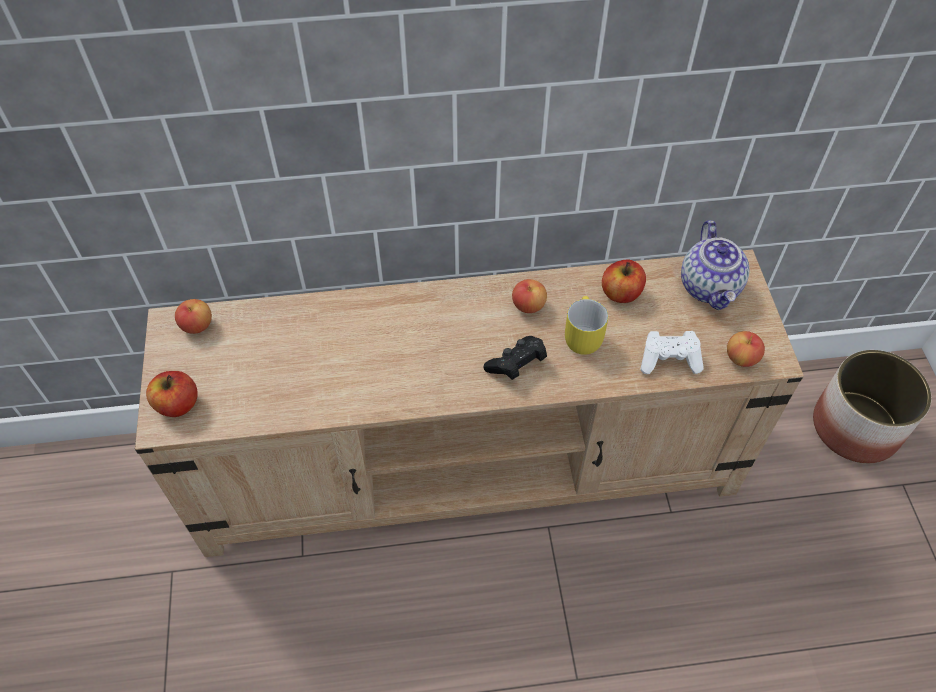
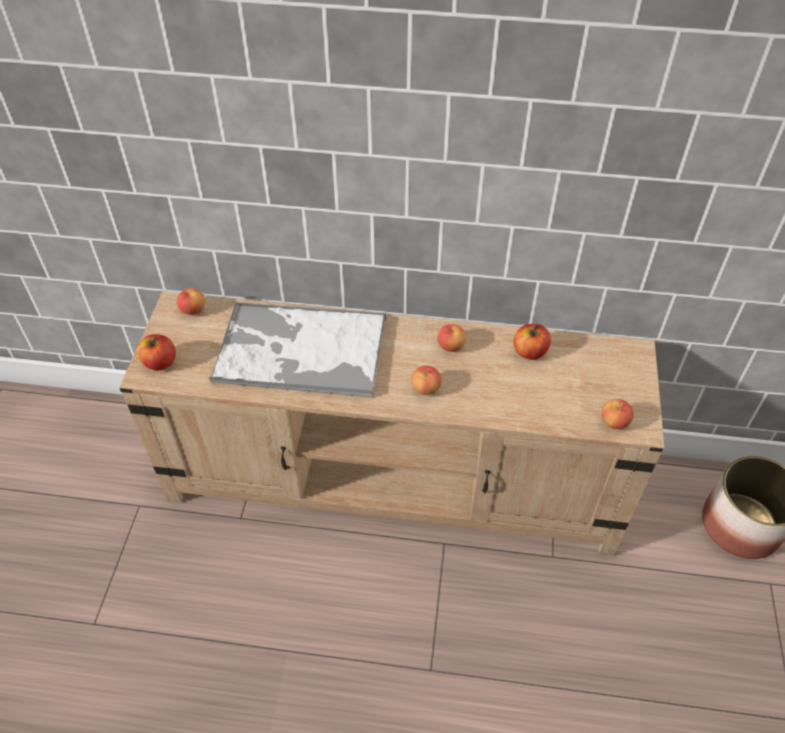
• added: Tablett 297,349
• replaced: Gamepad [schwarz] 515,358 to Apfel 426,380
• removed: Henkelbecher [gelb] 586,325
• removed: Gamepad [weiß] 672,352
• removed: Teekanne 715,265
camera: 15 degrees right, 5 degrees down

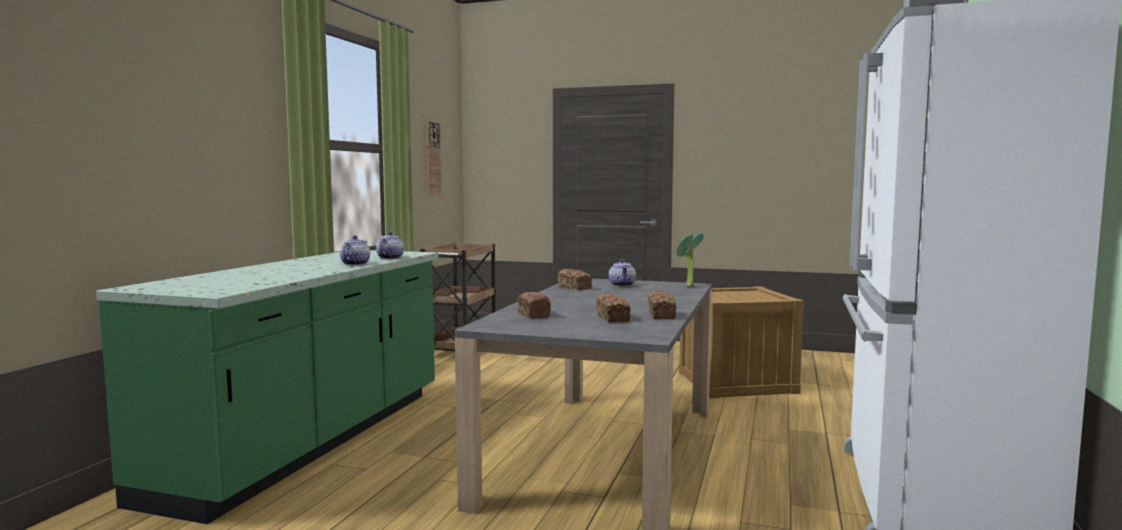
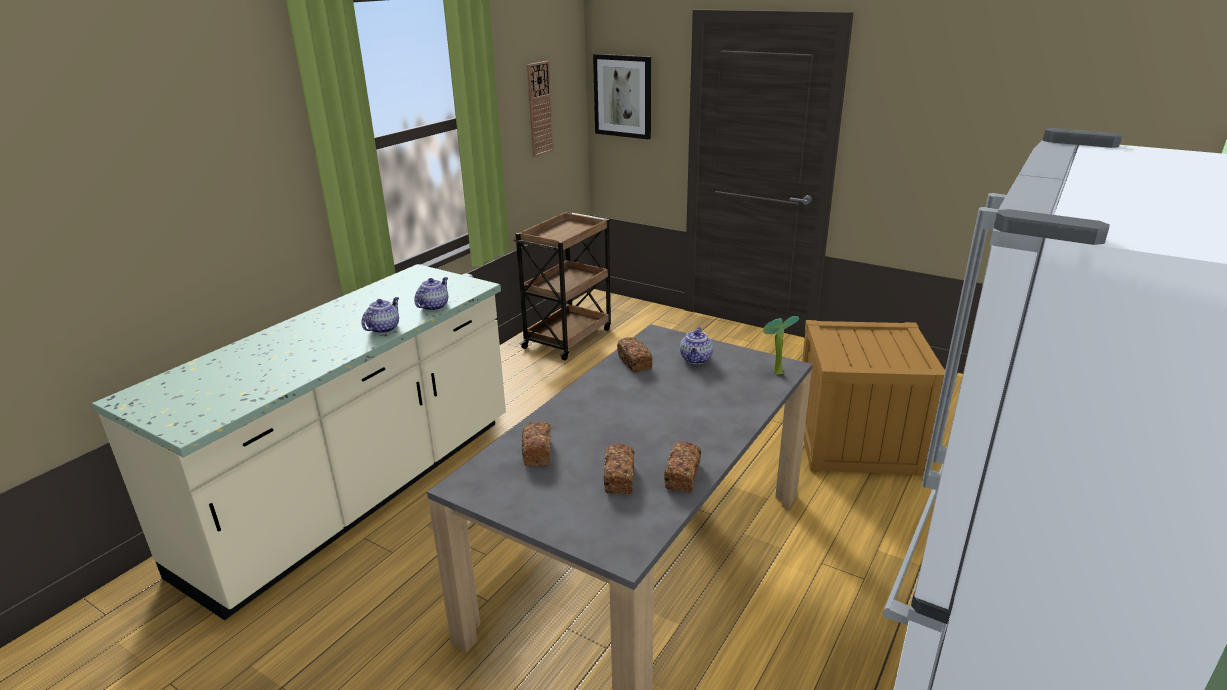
• recoloured: Küchenzeile [grün] 267,387 to Küchenzeile [beige] 299,442
• added: Bild 622,97
camera: 15 degrees right, 20 degrees up

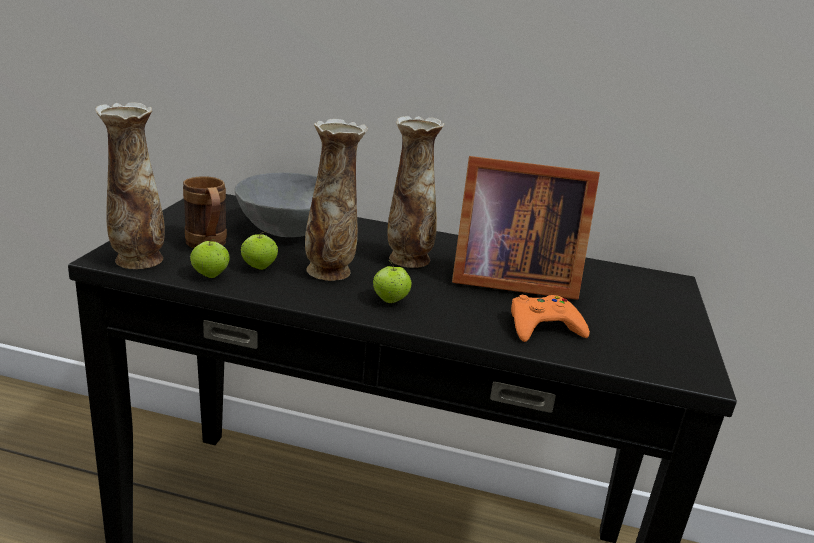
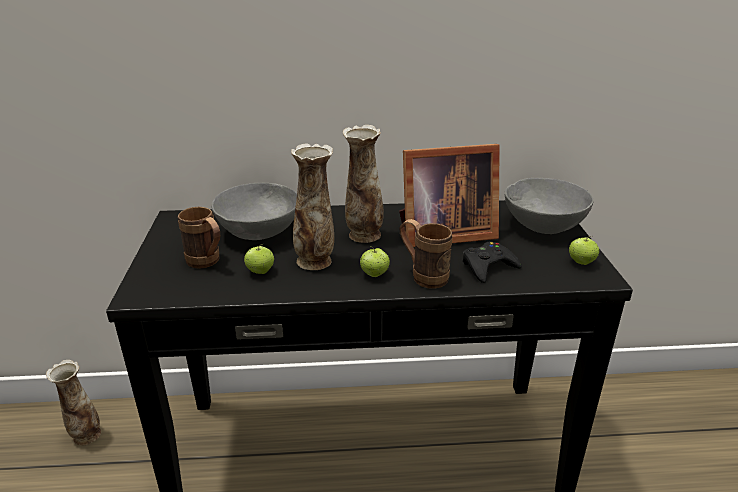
• moved: Vase 130,185 to 73,403
• added: Henkelbecher [braun] 426,254
• recoloured: Gamepad [orange] 550,318 to Gamepad [schwarz] 492,262
• added: Schüssel [grau] 549,206
• moved: Apfel 210,258 to 584,250
camera: 15 degrees left, 5 degrees up

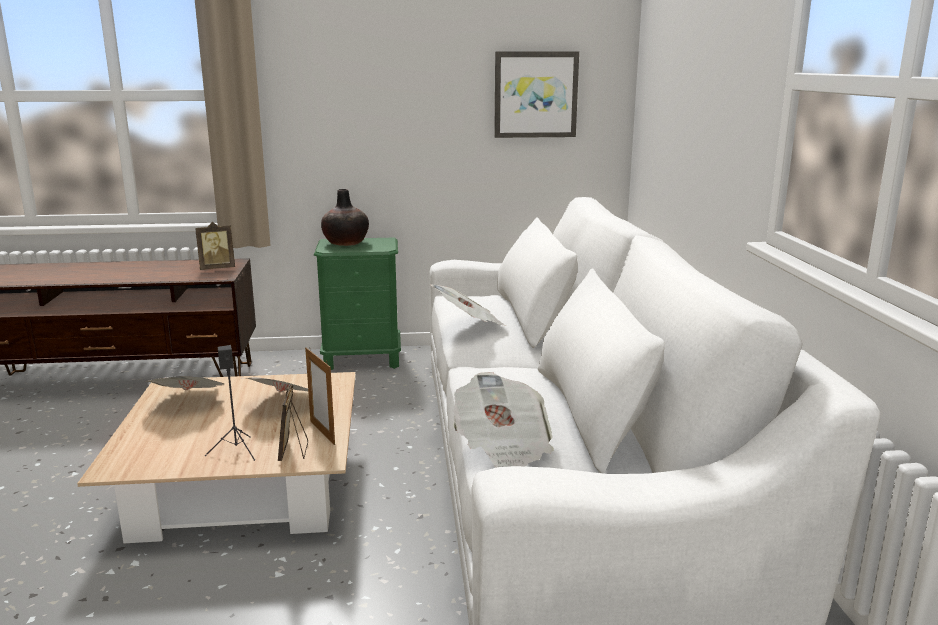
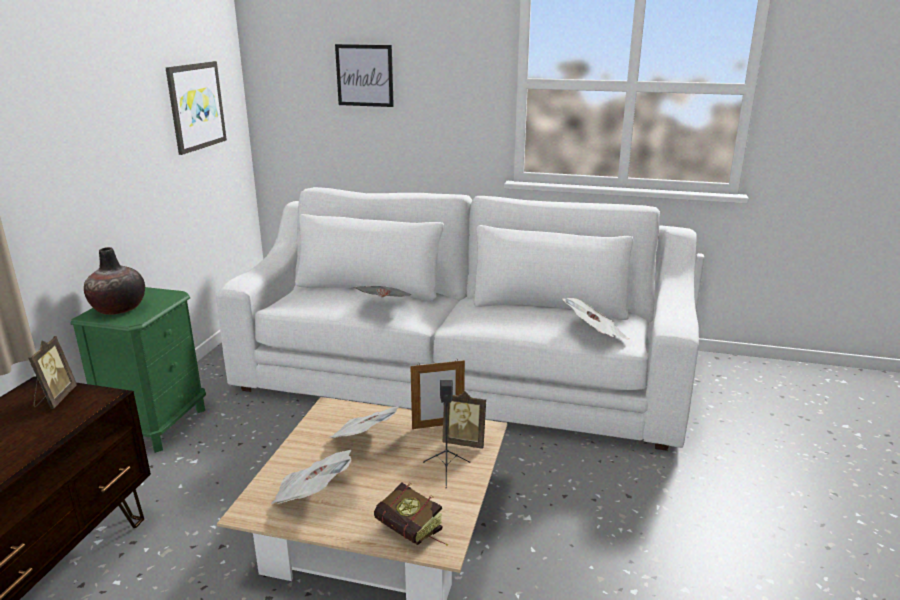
• added: Bild 364,75
• added: Buch 411,514
camera: 70 degrees left, 5 degrees up

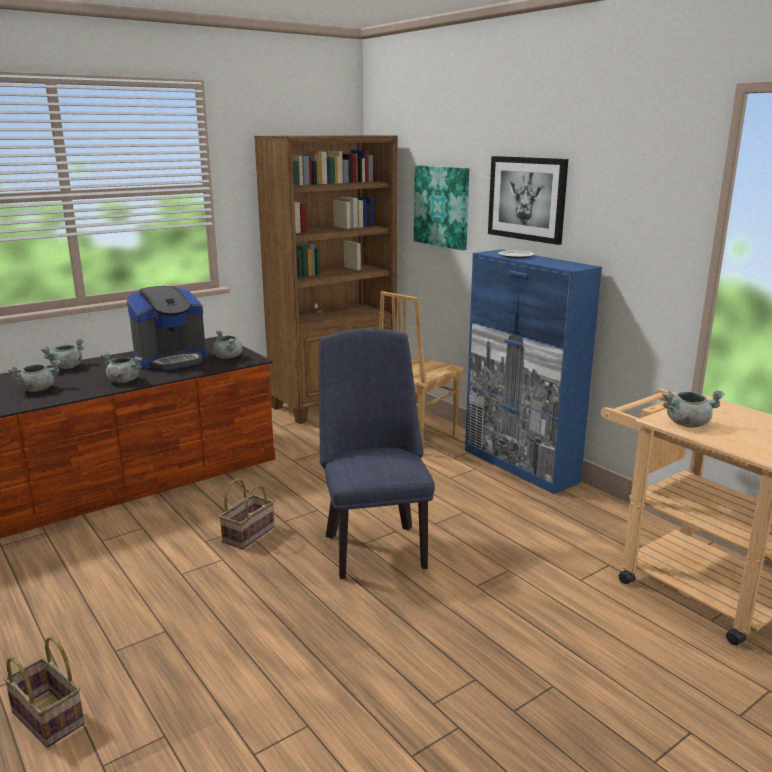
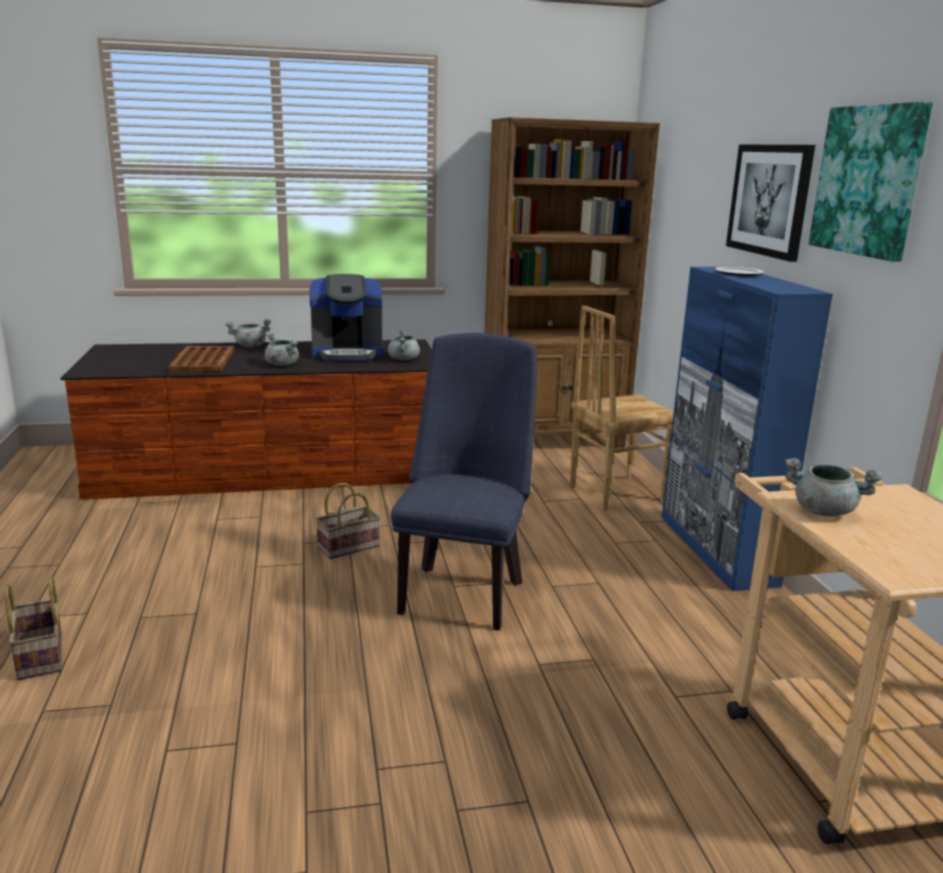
• replaced: Kochtopf [grau] 34,376 to Tablett [braun] 201,359
• moved: Bild 441,207 to 871,182
camera: 25 degrees right, 0 degrees up

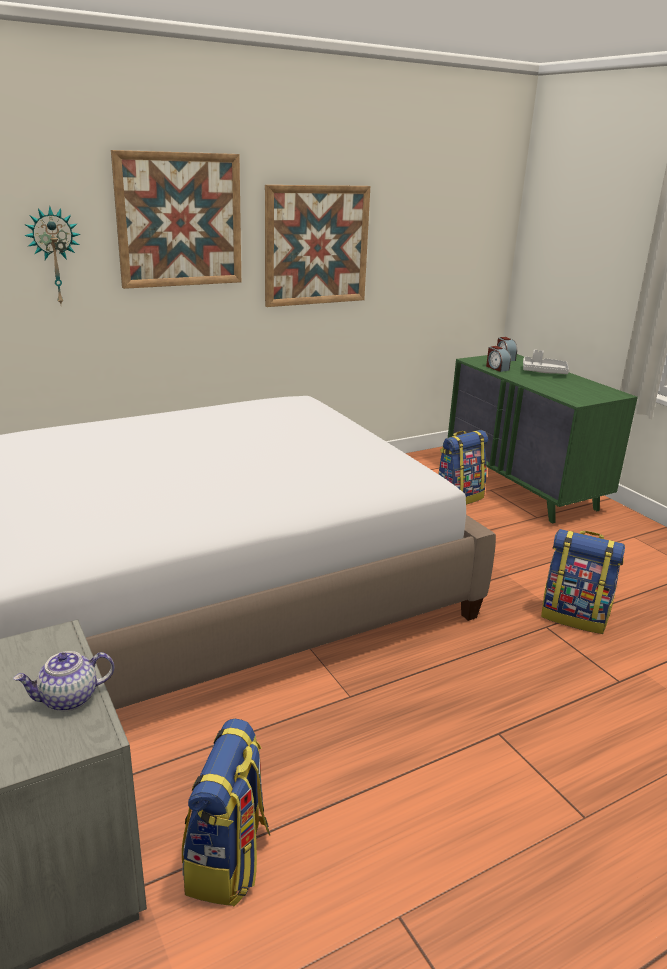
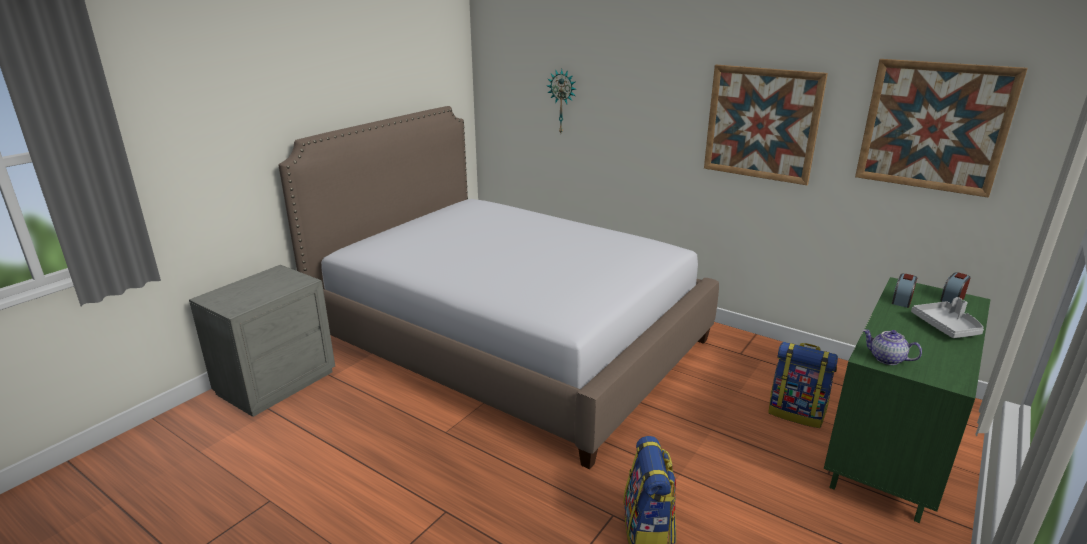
• moved: Bild 176,219 to 941,128
• moved: Teekanne 63,681 to 892,347
• removed: Rucksack 226,812
camera: 65 degrees right, 0 degrees up

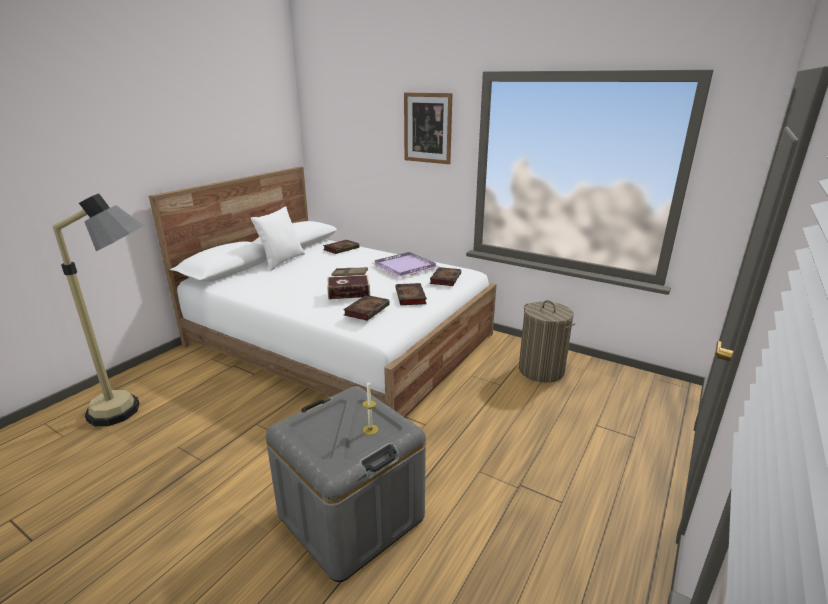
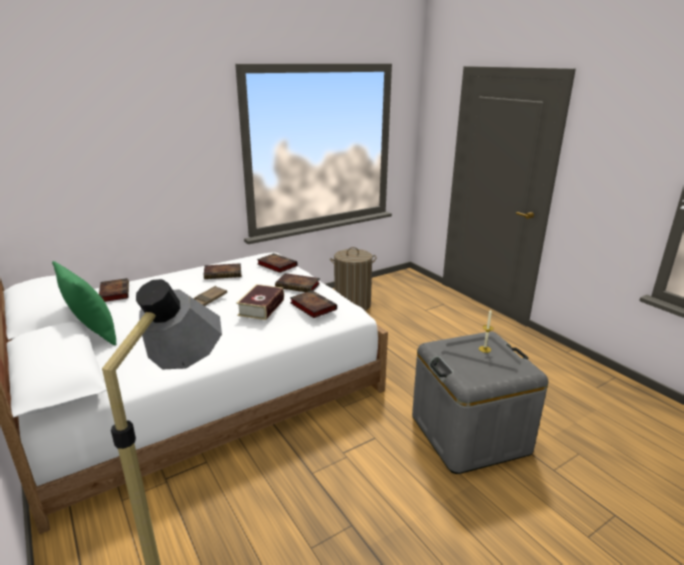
• recoloured: Kissen [weiß] 278,238 to Kissen [grün] 84,303
• replaced: Tablett [lila] 405,265 to Buch 223,271
• removed: Bild 428,128
camera: 65 degrees left, 0 degrees up

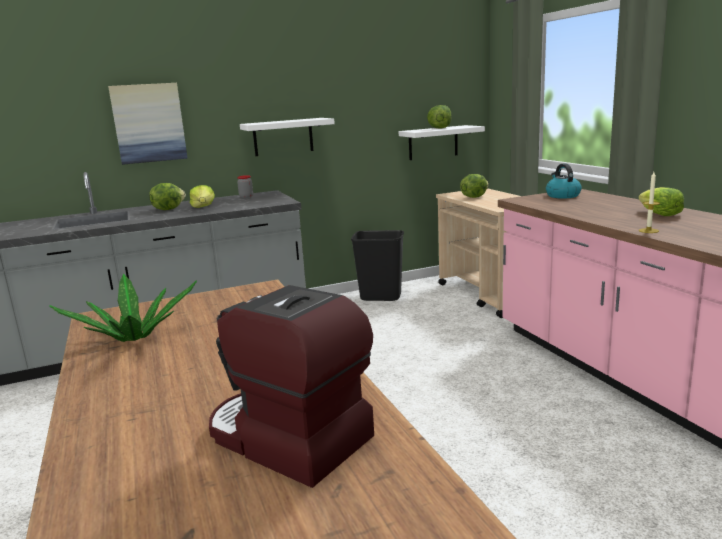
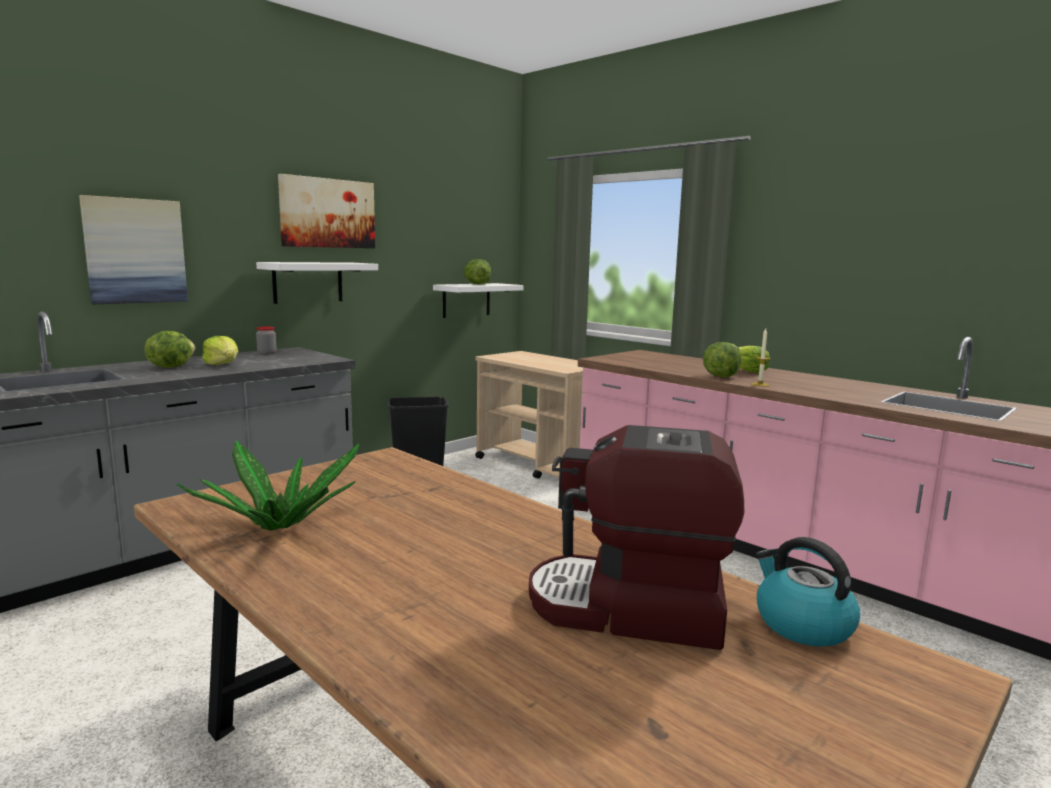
• added: Bild 326,211
• moved: Salatkopf 474,186 to 722,359
• moved: Wasserkessel 564,181 to 808,592
camera: 25 degrees left, 5 degrees down

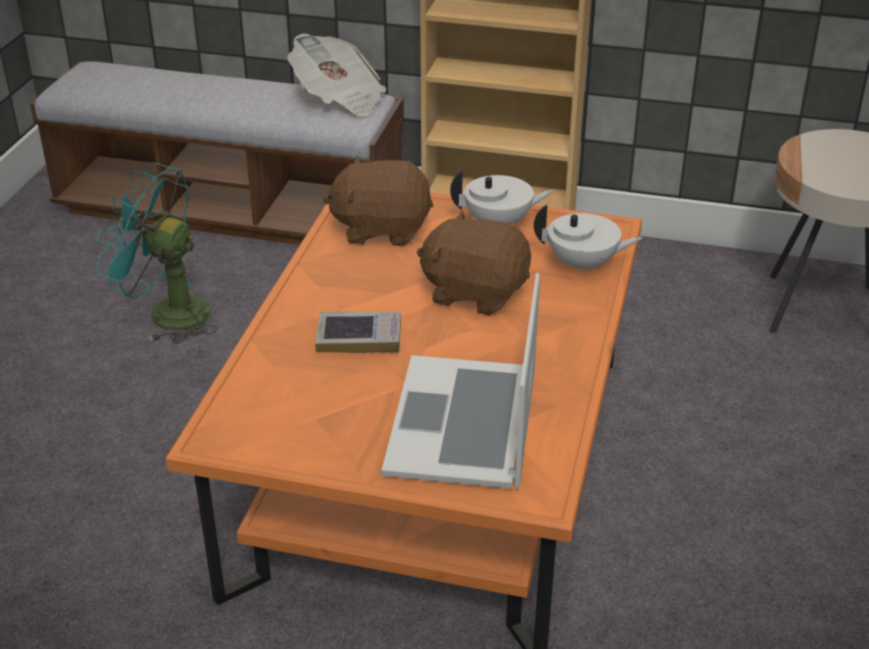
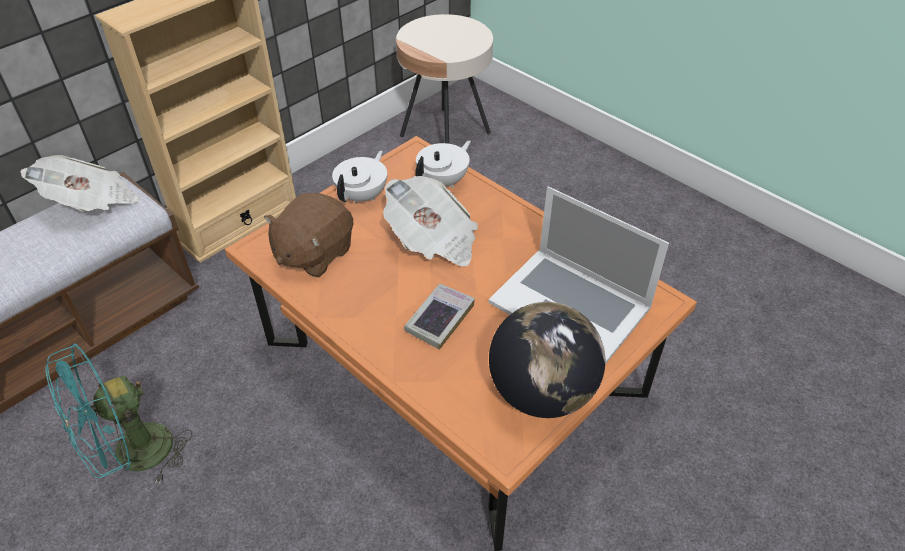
• replaced: Plüschtier [braun] 474,262 to Zeitung 430,221
• added: Globus 547,360
camera: 60 degrees left, 10 degrees up

